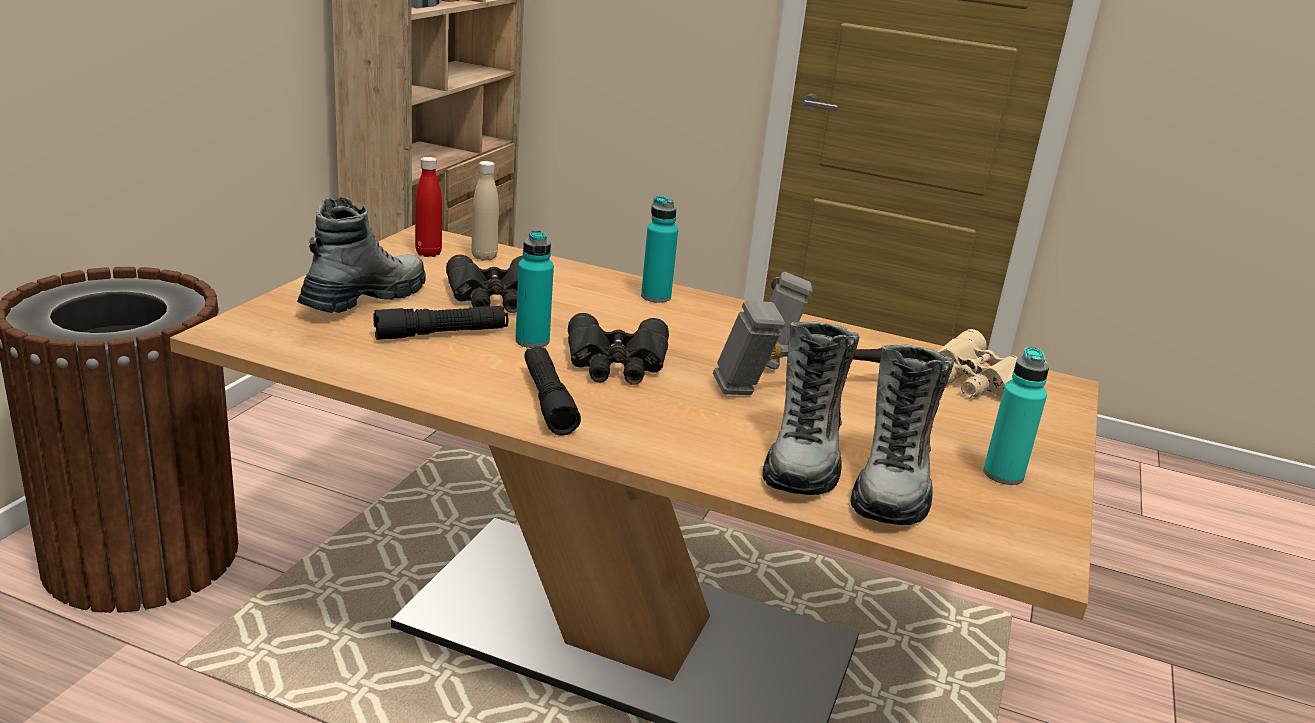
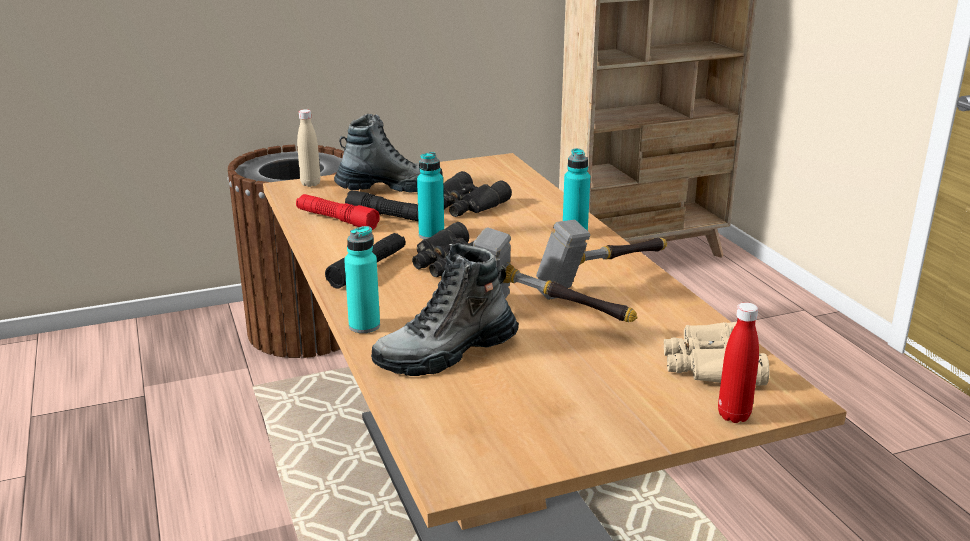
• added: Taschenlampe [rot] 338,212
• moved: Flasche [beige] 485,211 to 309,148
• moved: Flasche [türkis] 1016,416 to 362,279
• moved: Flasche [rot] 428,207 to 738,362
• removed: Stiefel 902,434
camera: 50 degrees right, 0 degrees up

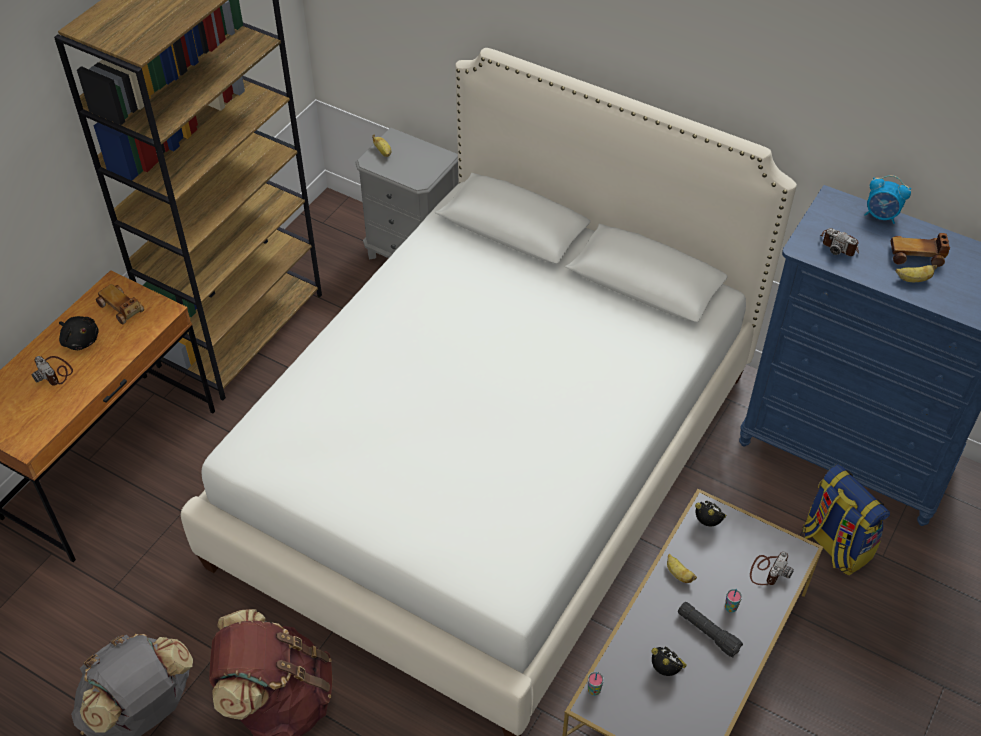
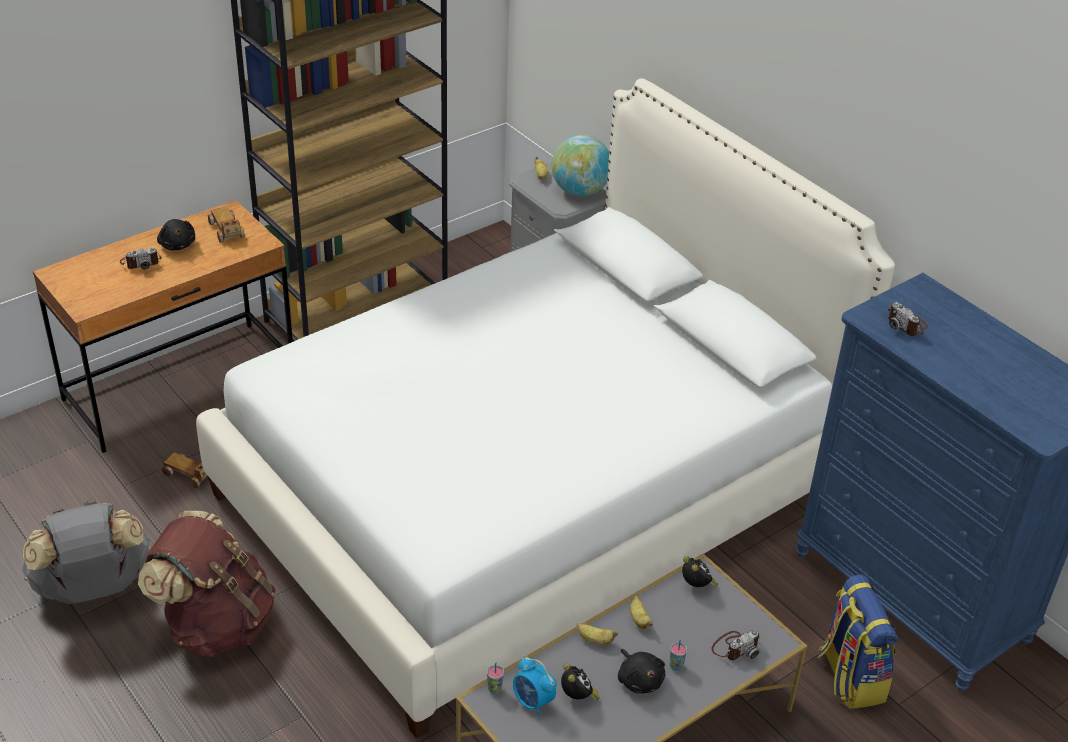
• turned: Kamera 52,371 = 140,258 90 degrees counterclockwise
• moved: Spielzeugauto 920,250 to 184,470
• moved: Wecker 887,199 to 535,686
• added: Globus 580,165
• moved: Banane 916,273 to 597,634
• replaced: Taschenlampe [schwarz] 710,629 to Plüschtier [schwarz] 641,671
camera: 20 degrees right, 10 degrees down

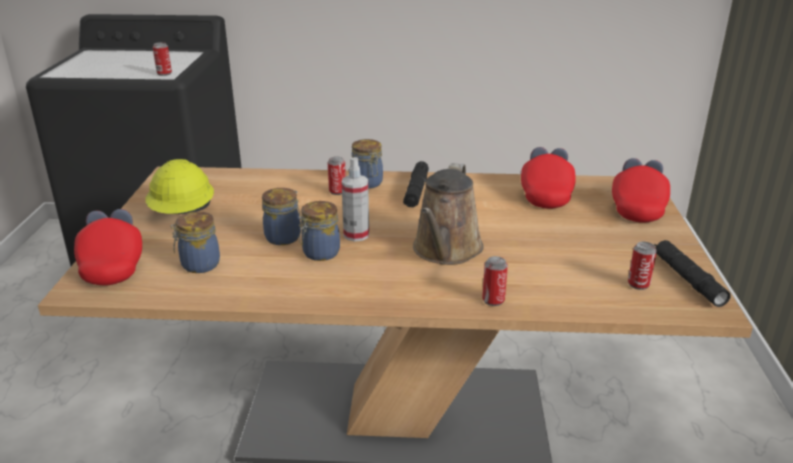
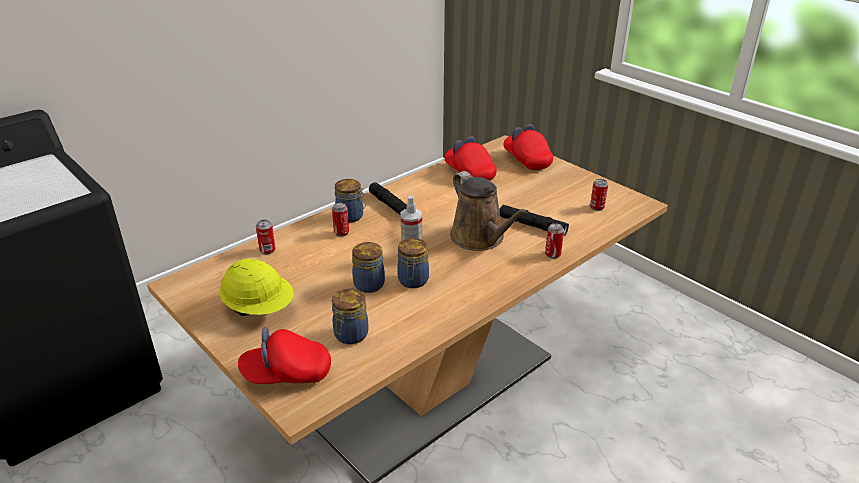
• turned: Kappe [rot] 108,247 = 284,355 45 degrees counterclockwise
• moved: Dose 162,59 to 266,237
• moved: Taschenlampe [schwarz] 692,273 to 534,220
camera: 45 degrees left, 5 degrees up

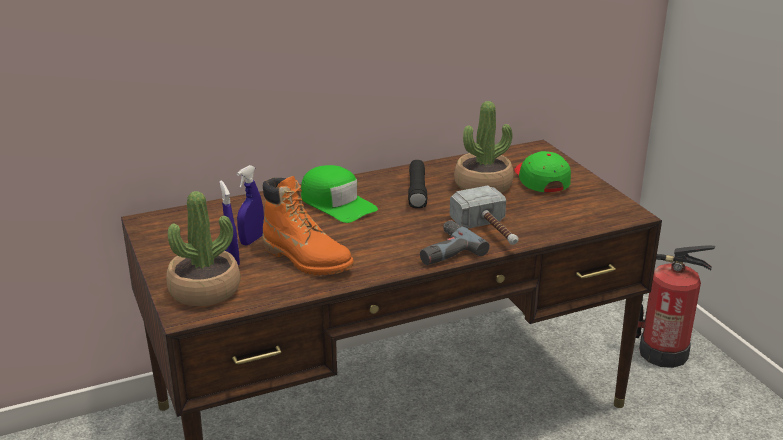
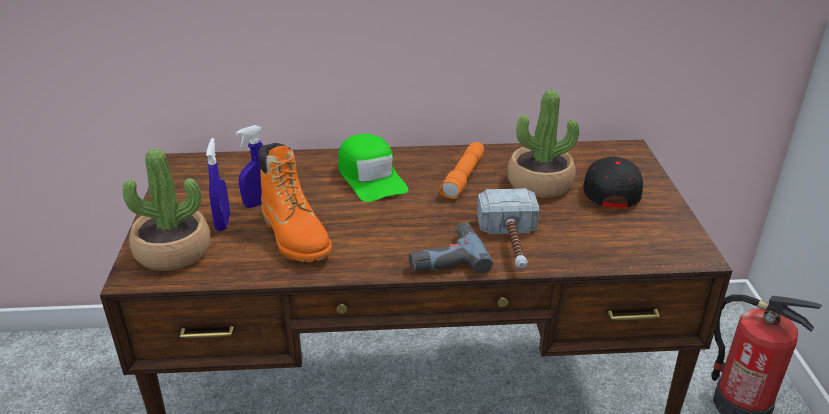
• recoloured: Taschenlampe [schwarz] 417,184 to Taschenlampe [orange] 461,170
• recoloured: Kappe [grün] 542,171 to Kappe [schwarz] 613,182
camera: 20 degrees right, 5 degrees up

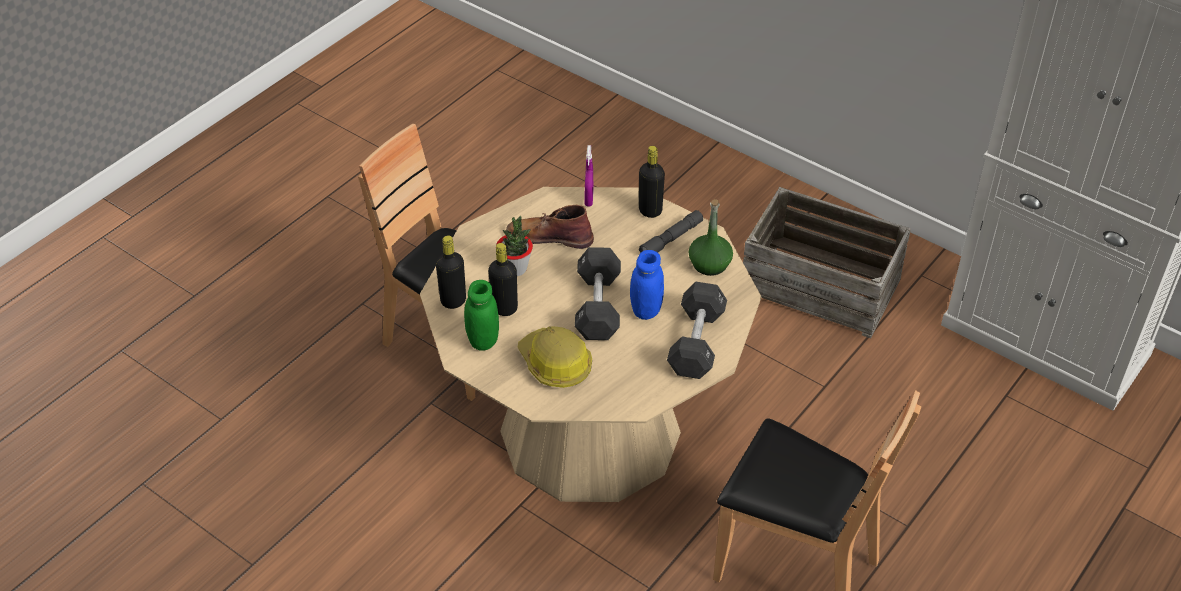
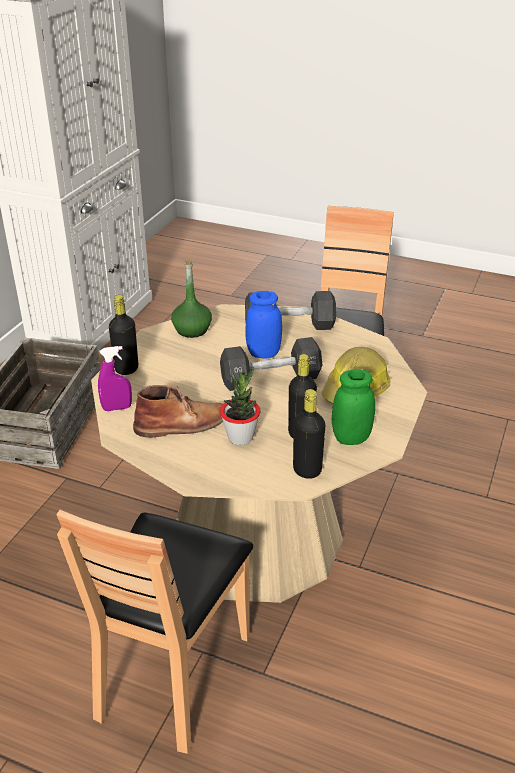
• turned: Stiefel [braun] 550,227 = 178,411 105 degrees counterclockwise
• removed: Taschenlampe [grau] 671,231
camera: 105 degrees left, 10 degrees down

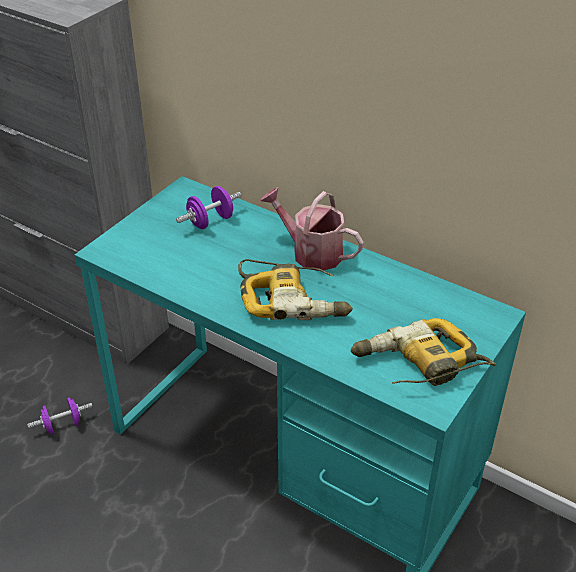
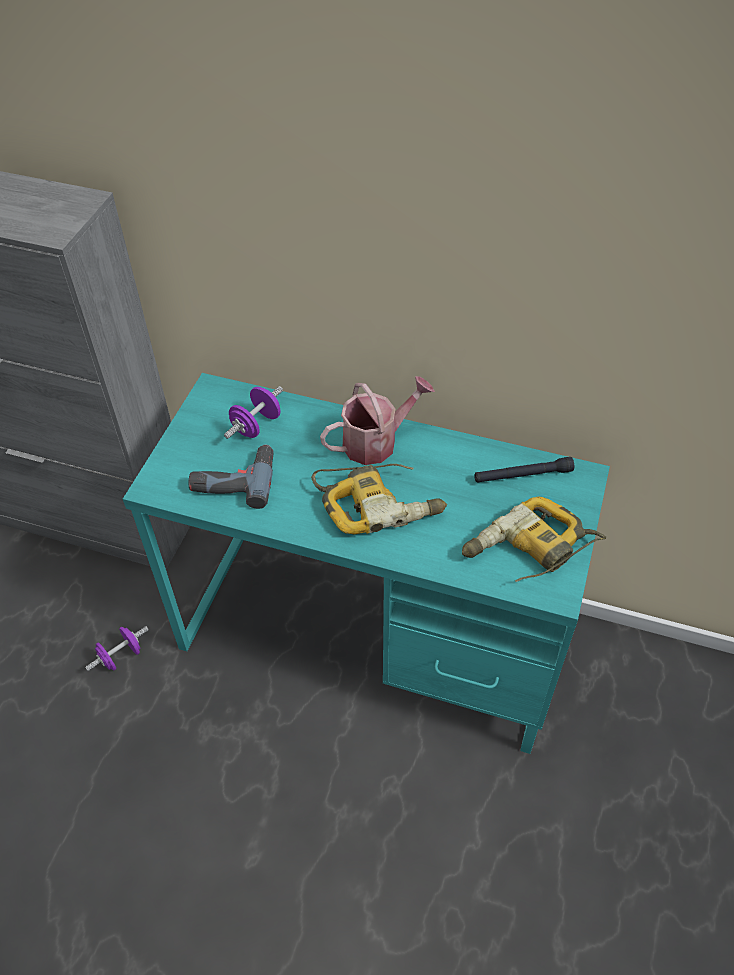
• added: Bohrmaschine 231,476
• turned: Gießkanne 312,229 = 377,420 135 degrees clockwise
• added: Taschenlampe [schwarz] 524,470
camera: 15 degrees left, 10 degrees up

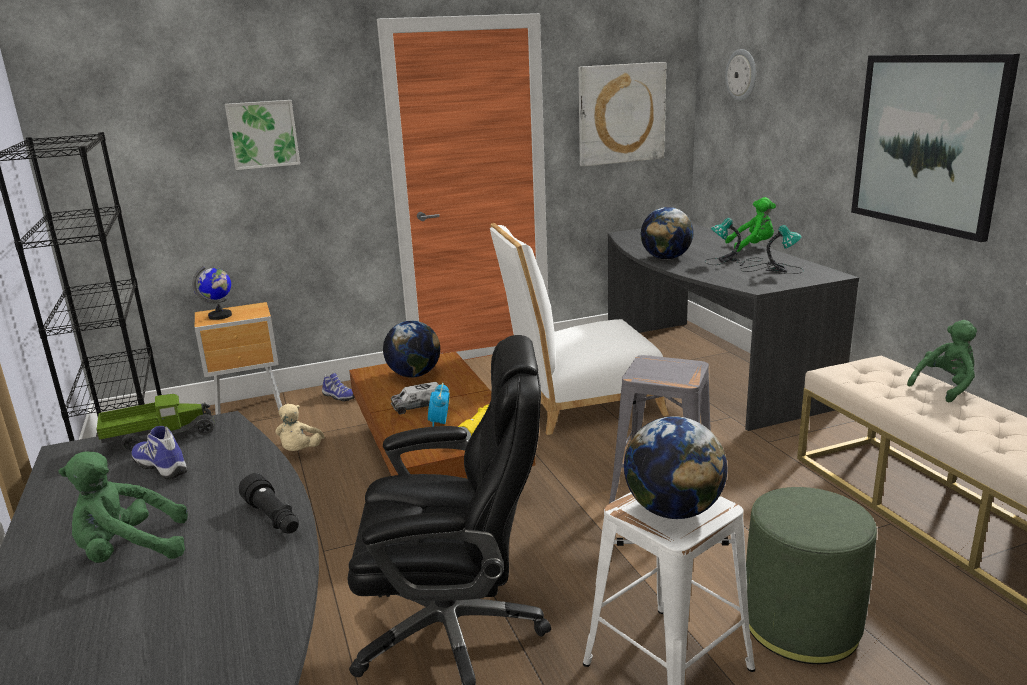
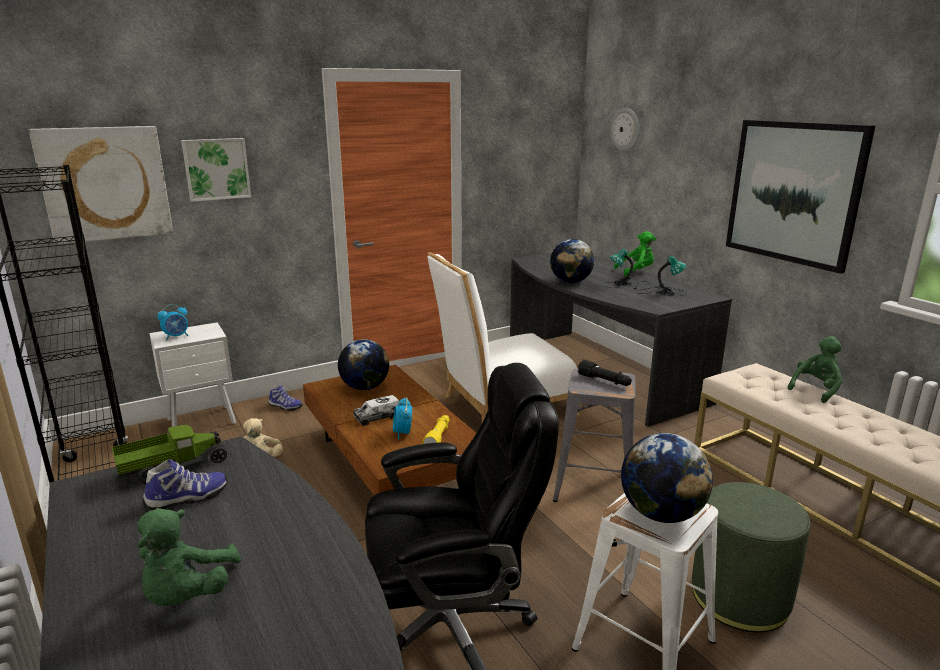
• moved: Bild 622,114 to 101,185
• turned: Plüschtier [grün] 123,507 = 189,557 60 degrees counterclockwise
• turned: Schuh 159,453 = 185,484 120 degrees clockwise
• recoloured: Nachttisch [braun] 238,358 to Nachttisch [weiß] 192,374
• replaced: Globus 212,293 to Wecker 172,322
• moved: Taschenlampe [schwarz] 269,503 to 605,373
camera: 10 degrees left, 0 degrees up

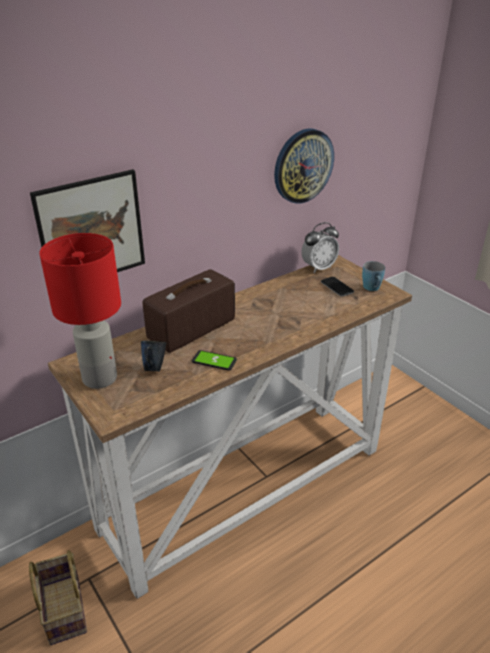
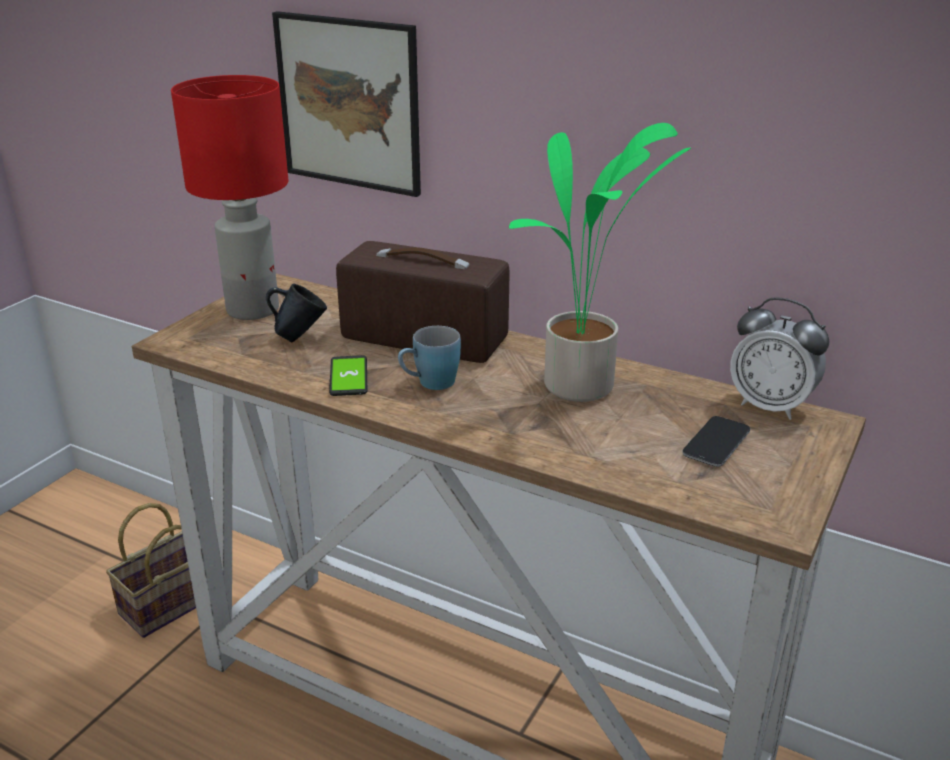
• moved: Henkelbecher [blau] 373,276 to 429,358
• added: Topfpflanze 600,262
• removed: Wanduhr 304,166
camera: 65 degrees right, 5 degrees down

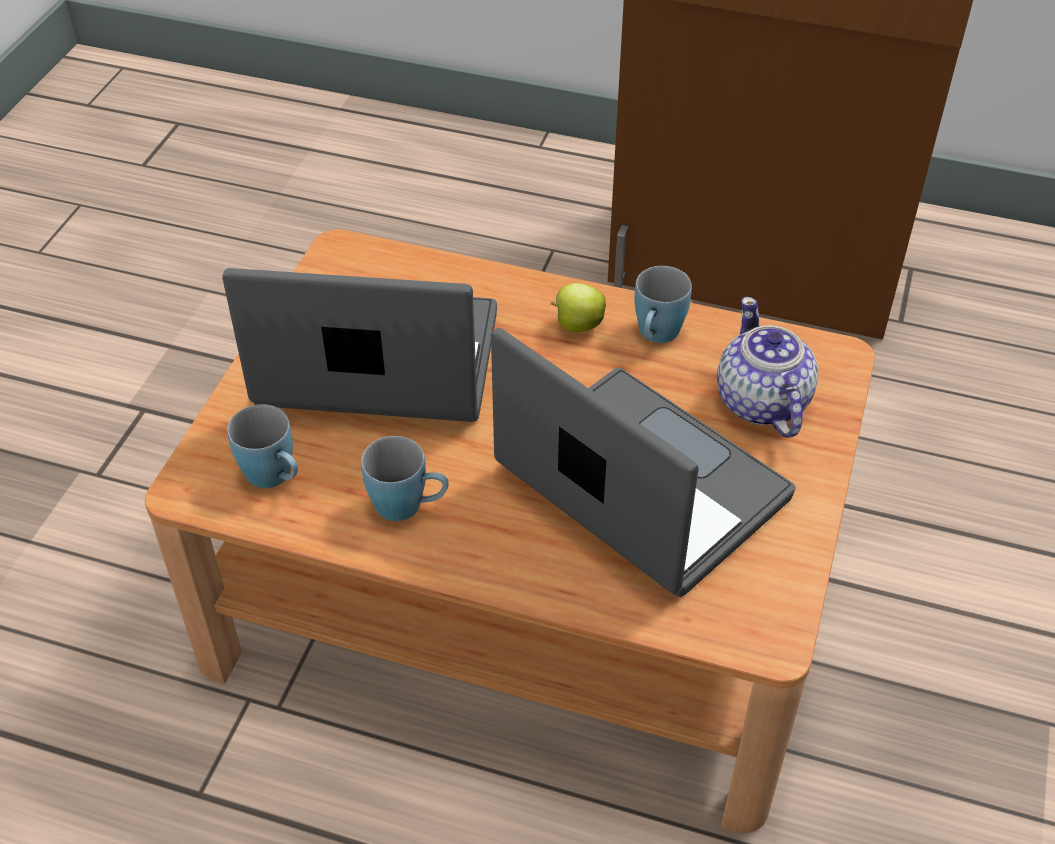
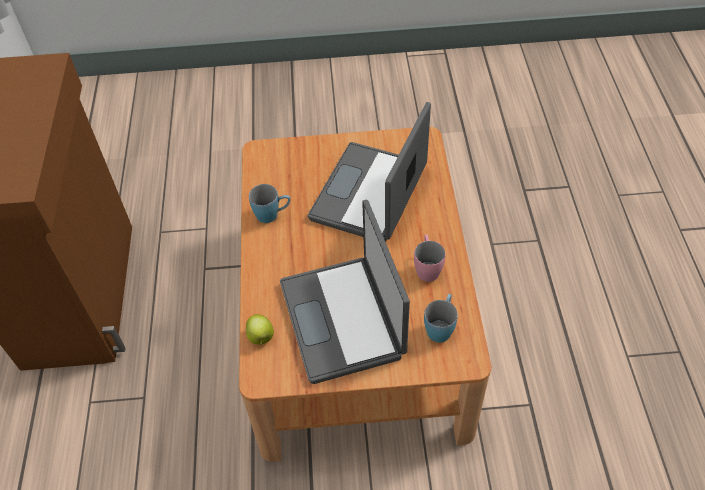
• moved: Apfel 578,307 to 260,329
• recoloured: Henkelbecher [blau] 405,478 to Henkelbecher [rosa] 430,258
• removed: Teekanne 767,367
camera: 110 degrees left, 5 degrees up

